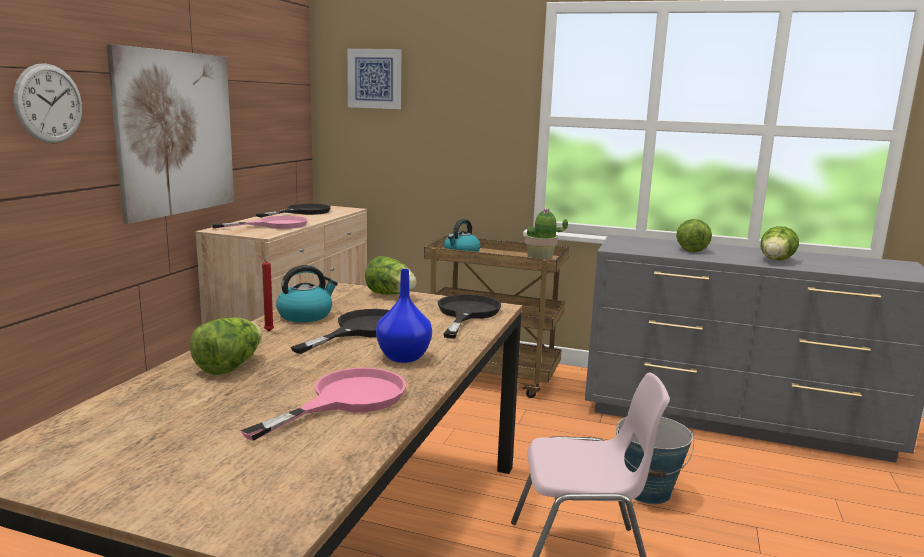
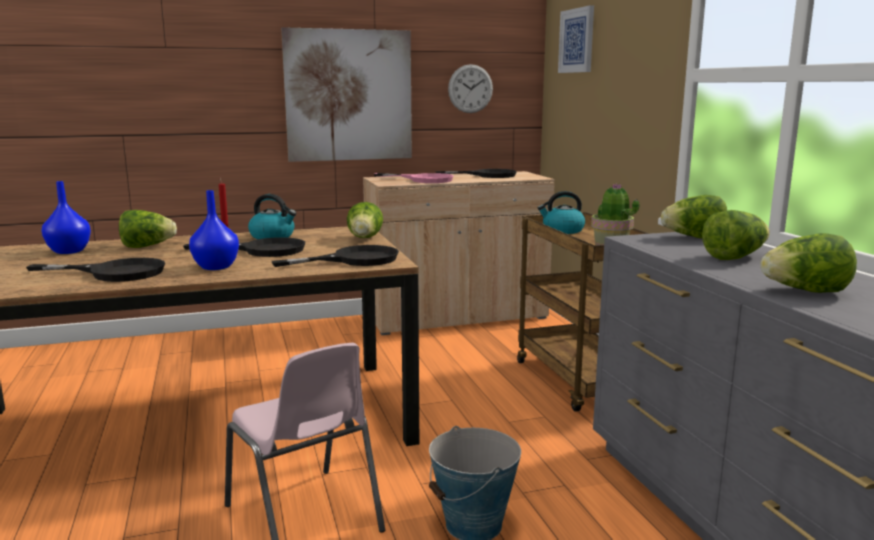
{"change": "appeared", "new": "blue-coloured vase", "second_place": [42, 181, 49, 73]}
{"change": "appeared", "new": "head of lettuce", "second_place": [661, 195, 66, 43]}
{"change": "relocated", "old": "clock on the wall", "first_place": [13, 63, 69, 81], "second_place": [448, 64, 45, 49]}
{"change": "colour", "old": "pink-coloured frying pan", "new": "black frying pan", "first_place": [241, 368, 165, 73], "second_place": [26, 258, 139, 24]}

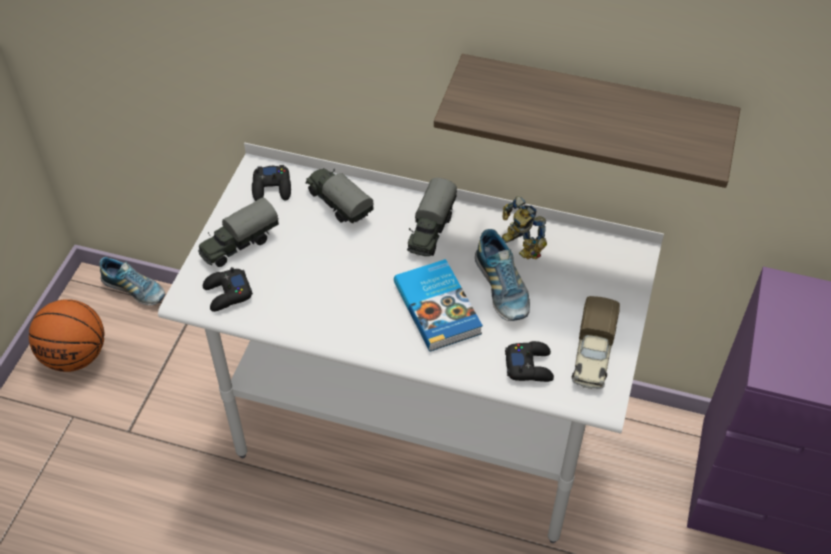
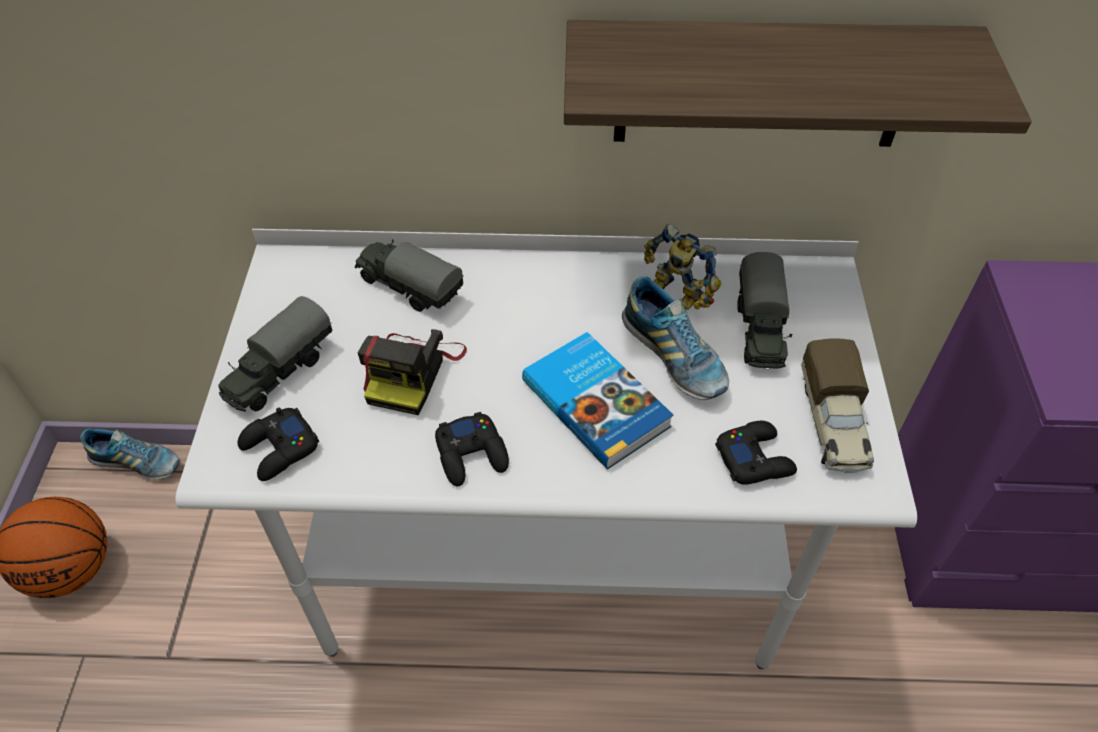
{"change": "appeared", "new": "photo camera", "second_place": [358, 329, 109, 86]}
{"change": "relocated", "old": "black game controller", "first_place": [252, 165, 39, 36], "second_place": [435, 412, 74, 74]}
{"change": "relocated", "old": "model truck", "first_place": [407, 178, 50, 78], "second_place": [737, 252, 55, 117]}

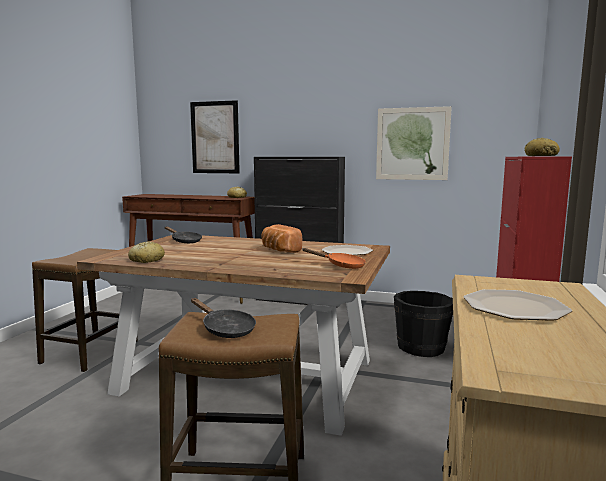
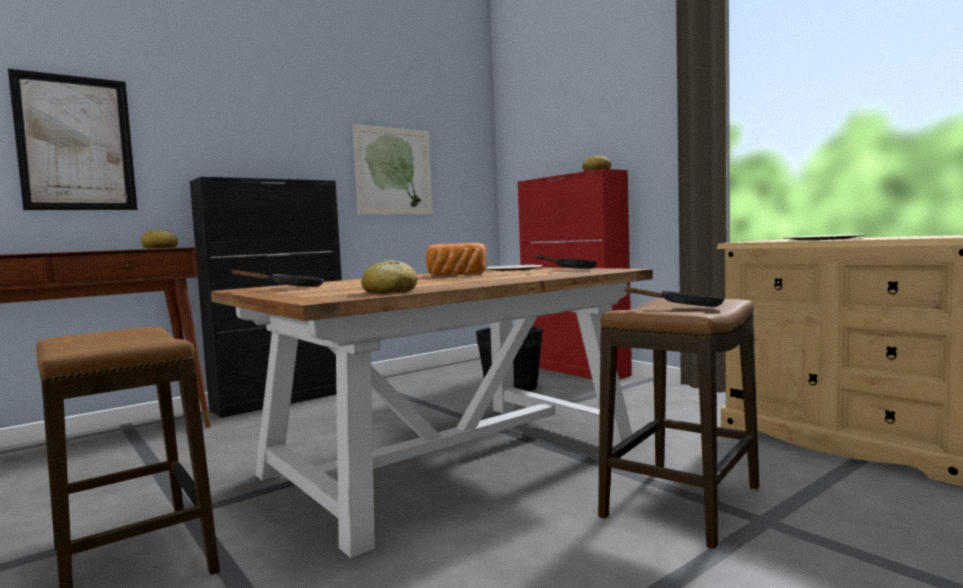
{"change": "colour", "old": "orangey frying pan", "new": "black frying pan", "first_place": [302, 248, 64, 21], "second_place": [535, 255, 63, 14]}

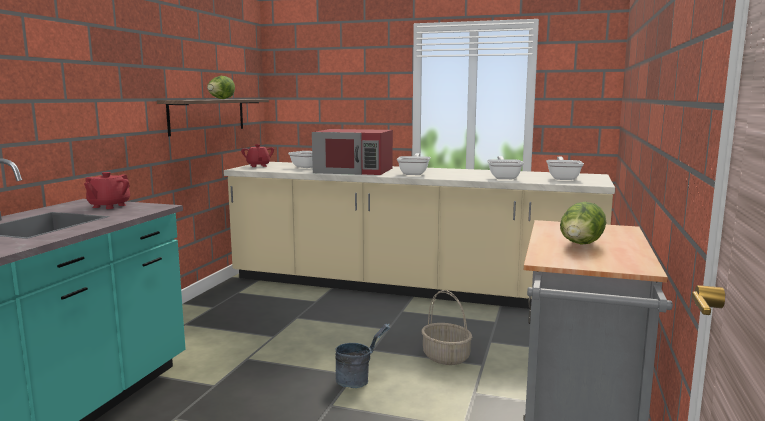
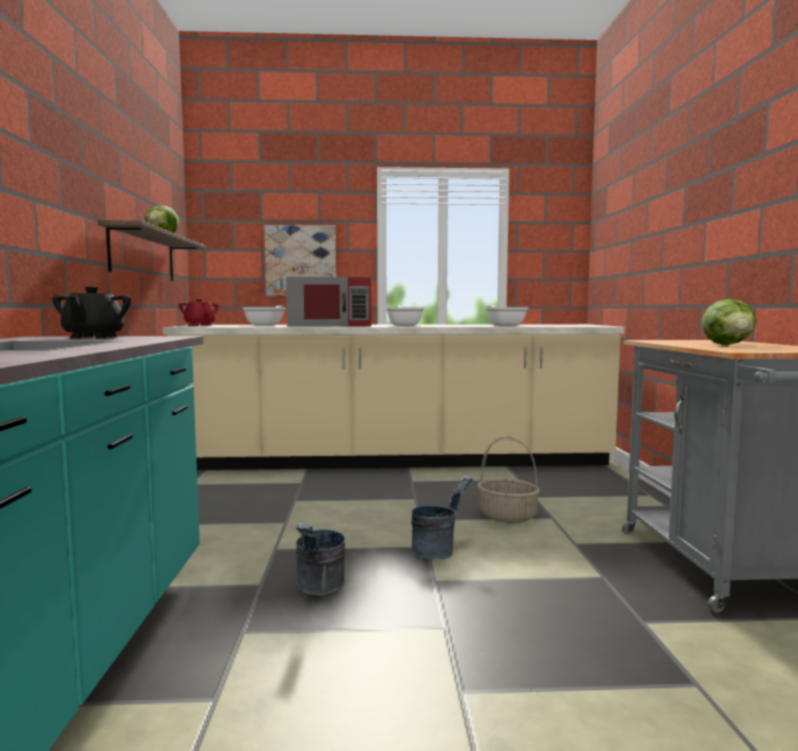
{"change": "missing", "old": "frying pan", "first_place": [546, 157, 38, 23]}
{"change": "appeared", "new": "wall picture", "second_place": [264, 225, 72, 71]}
{"change": "appeared", "new": "greyish pail", "second_place": [296, 523, 49, 73]}
{"change": "colour", "old": "red teapot", "new": "black teapot", "first_place": [84, 172, 46, 37], "second_place": [52, 286, 79, 53]}

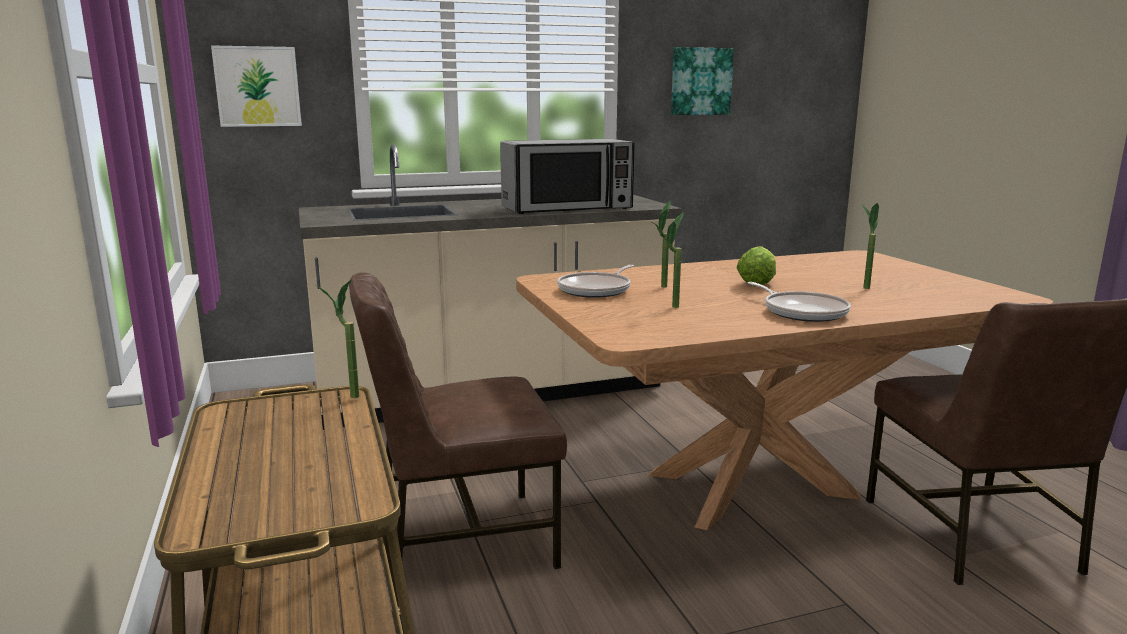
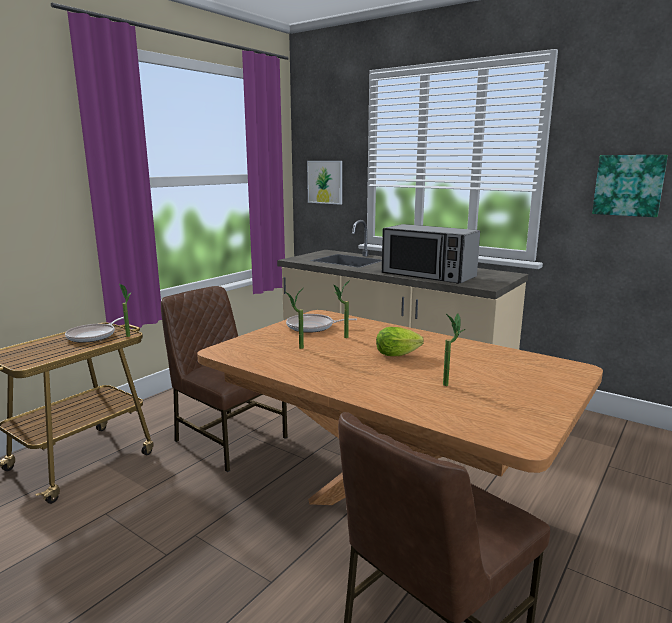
{"change": "relocated", "old": "frying pan", "first_place": [748, 282, 103, 40], "second_place": [65, 317, 59, 26]}

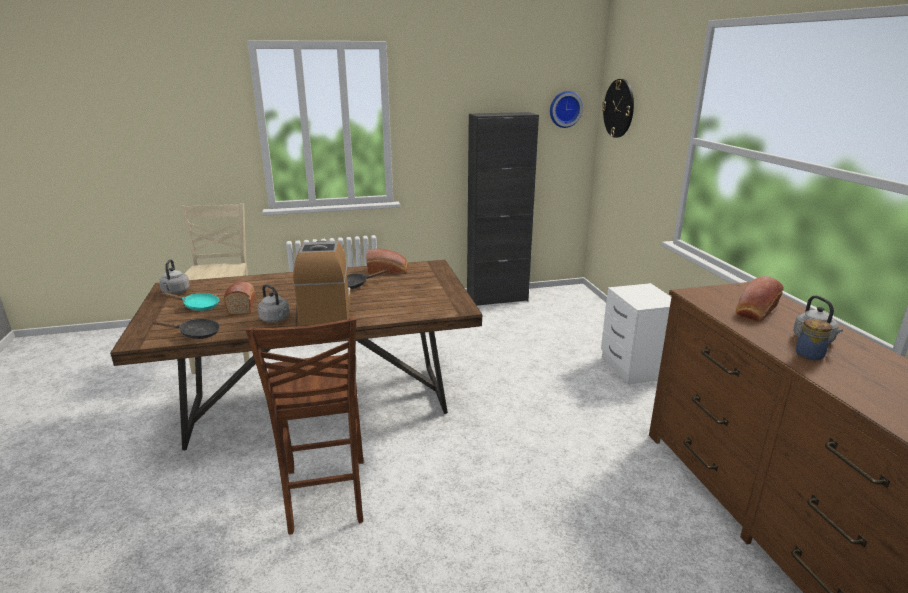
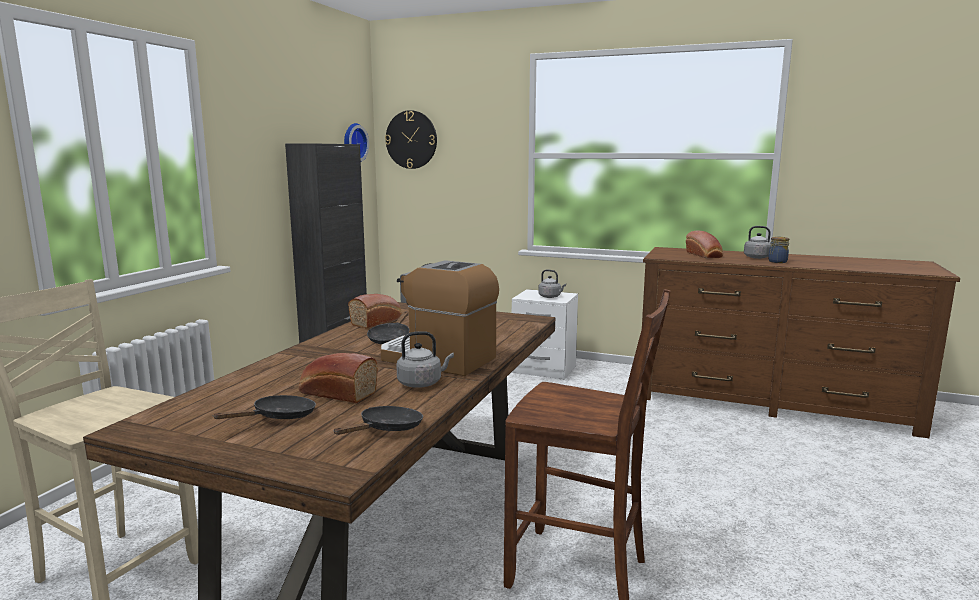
{"change": "relocated", "old": "greyish water kettle", "first_place": [159, 259, 31, 35], "second_place": [538, 270, 28, 28]}
{"change": "colour", "old": "blue-green frying pan", "new": "black frying pan", "first_place": [161, 292, 58, 19], "second_place": [214, 395, 102, 24]}

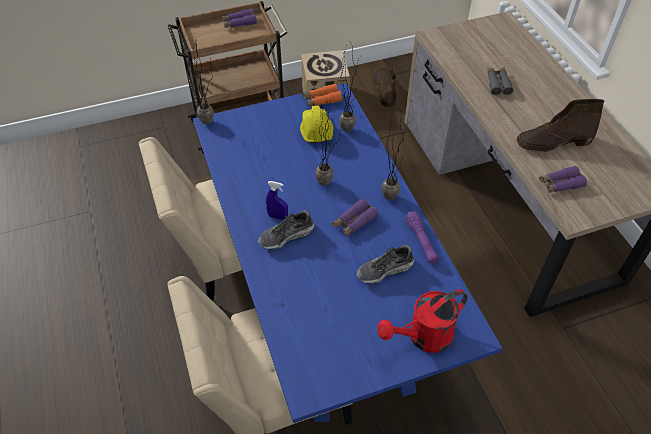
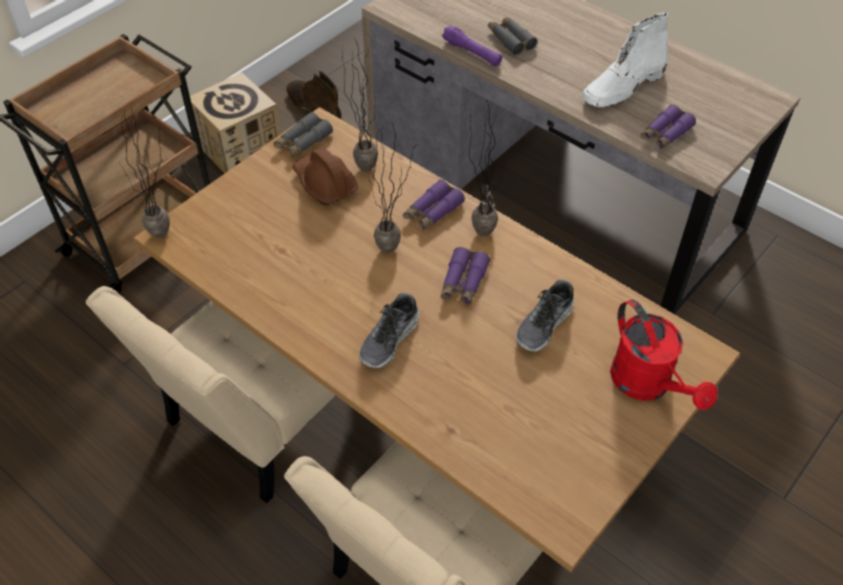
{"change": "missing", "old": "blue-coloured spray bottle", "first_place": [266, 181, 22, 39]}
{"change": "relocated", "old": "purple field glasses", "first_place": [221, 8, 36, 20], "second_place": [403, 179, 62, 51]}
{"change": "relocated", "old": "purple torch", "first_place": [405, 210, 34, 54], "second_place": [442, 25, 60, 41]}
{"change": "colour", "old": "blue-coloured kitchen table", "new": "brownish kitchen table", "first_place": [193, 83, 310, 340], "second_place": [134, 107, 606, 465]}
{"change": "colour", "old": "yellowish work helmet", "new": "brownish work helmet", "first_place": [300, 105, 34, 38], "second_place": [293, 148, 65, 57]}
{"change": "colour", "old": "orangey field glasses", "new": "greyish field glasses", "first_place": [302, 84, 40, 23], "second_place": [273, 112, 60, 45]}
{"change": "colour", "old": "brownish tall boot", "new": "white tall boot", "first_place": [517, 99, 87, 53], "second_place": [582, 12, 86, 95]}
{"change": "spun", "old": "red watering can", "first_place": [377, 289, 91, 64], "second_place": [610, 299, 108, 111], "degrees": -60}

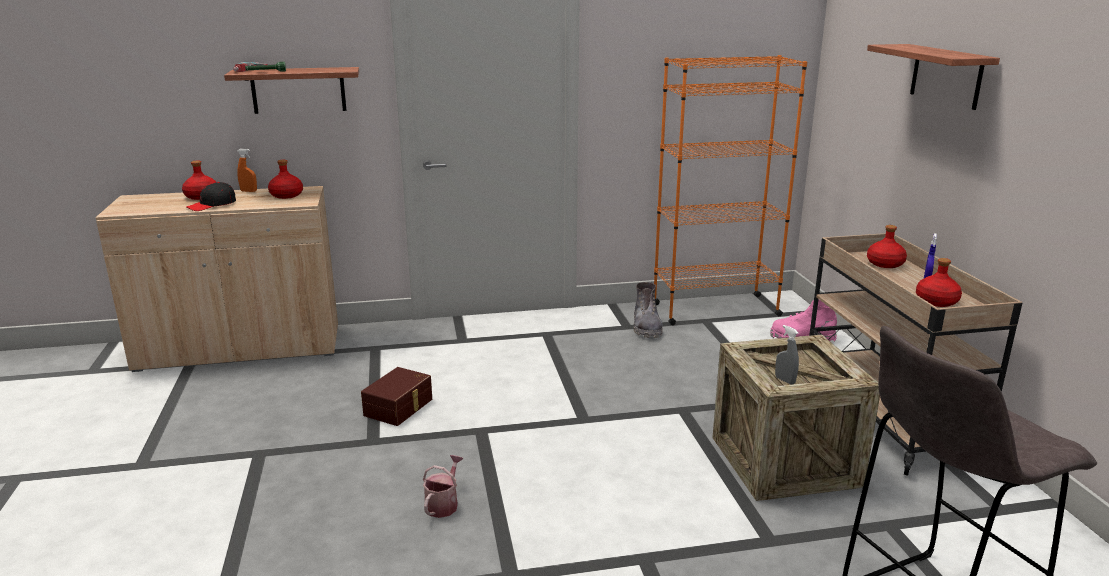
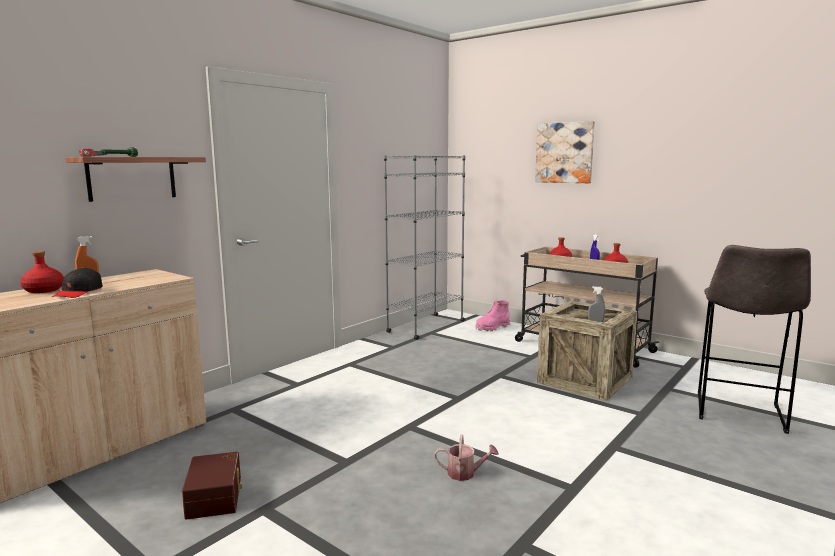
{"change": "missing", "old": "red drink bottle", "first_place": [268, 160, 35, 39]}
{"change": "missing", "old": "greyish tall boot", "first_place": [634, 282, 29, 56]}
{"change": "relocated", "old": "brownish storage container", "first_place": [361, 367, 71, 59], "second_place": [182, 452, 60, 68]}
{"change": "exchanged", "old": "wall shelf", "new": "wall picture", "first_place": [867, 44, 133, 66], "second_place": [535, 121, 60, 62]}
{"change": "colour", "old": "orangey shelving unit", "new": "greyish shelving unit", "first_place": [654, 55, 153, 270], "second_place": [384, 155, 81, 185]}
{"change": "spun", "old": "watering can", "first_place": [423, 455, 40, 63], "second_place": [435, 435, 64, 46], "degrees": 120}

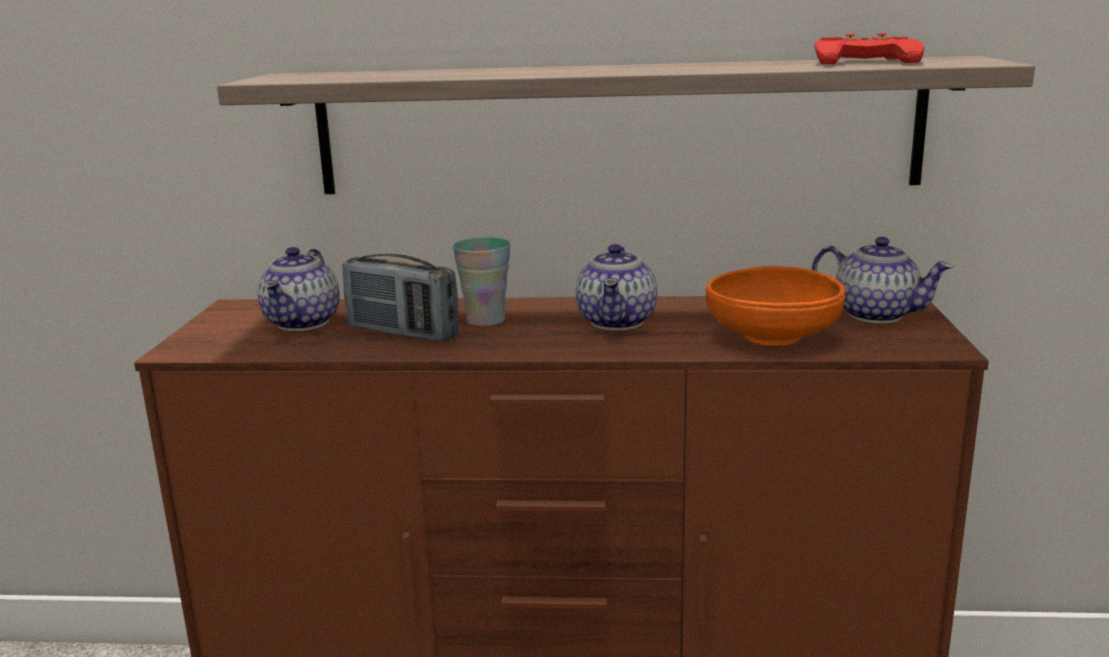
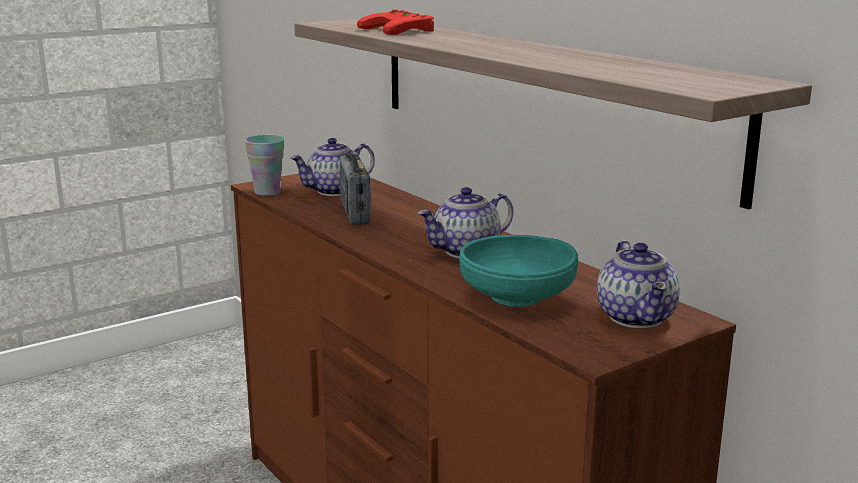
{"change": "relocated", "old": "drinking cup", "first_place": [453, 238, 57, 88], "second_place": [245, 135, 39, 61]}
{"change": "relocated", "old": "red game controller", "first_place": [814, 33, 110, 31], "second_place": [357, 9, 77, 26]}
{"change": "colour", "old": "orangey serving bowl", "new": "blue-green serving bowl", "first_place": [706, 266, 139, 80], "second_place": [459, 235, 119, 72]}

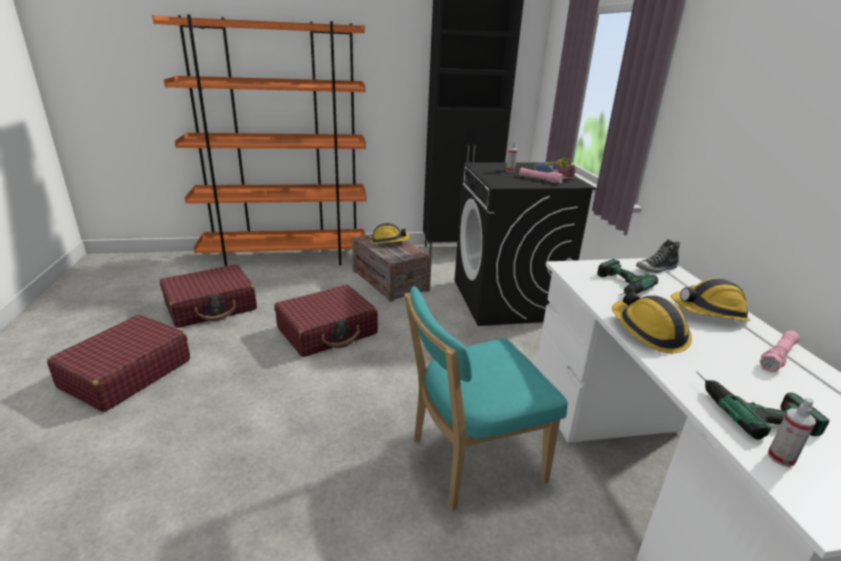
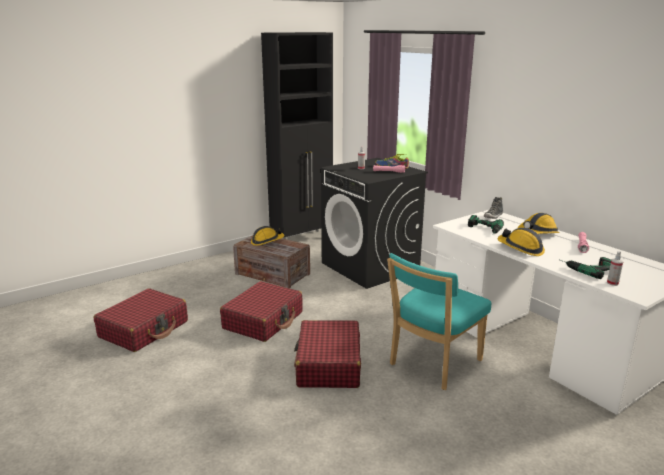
{"change": "missing", "old": "orangey shelving unit", "first_place": [152, 14, 215, 252]}
{"change": "relocated", "old": "red piece of luggage", "first_place": [47, 315, 143, 97], "second_place": [294, 320, 67, 68]}

